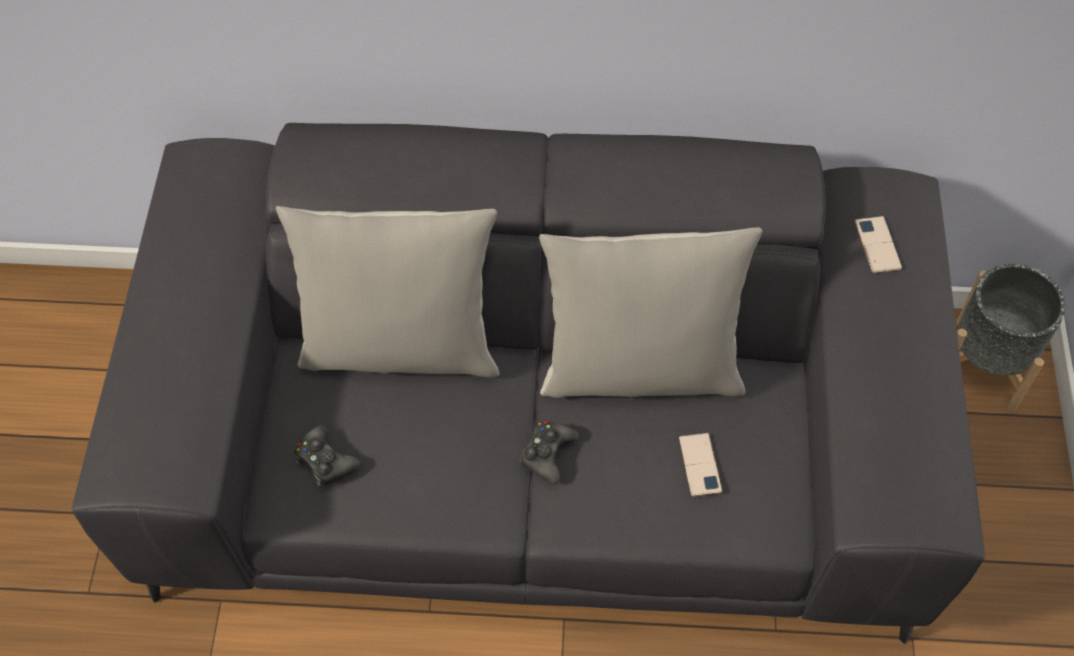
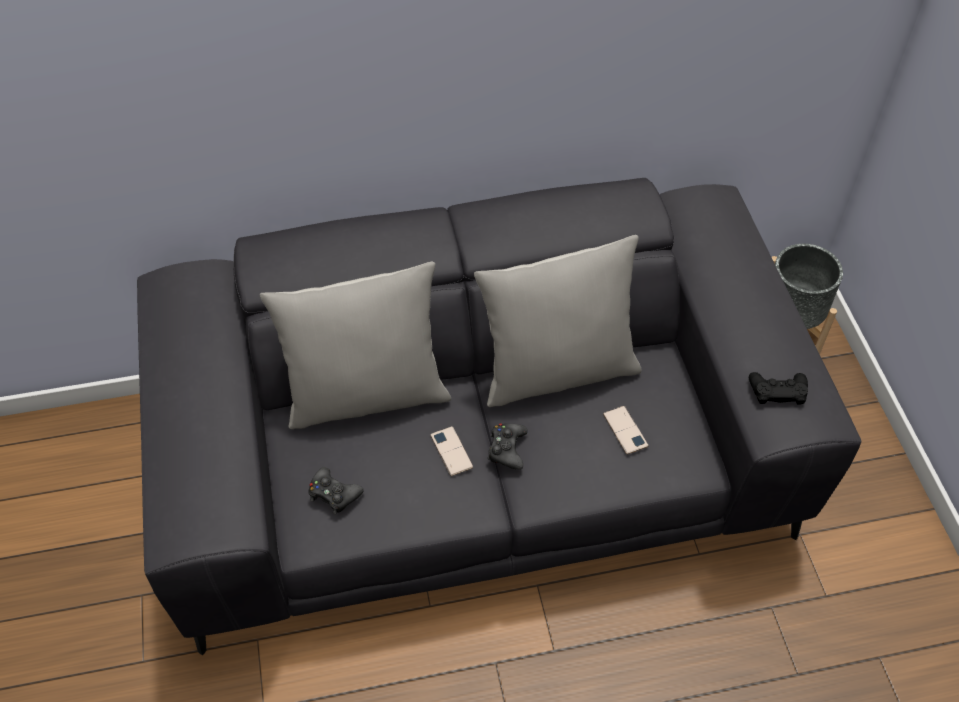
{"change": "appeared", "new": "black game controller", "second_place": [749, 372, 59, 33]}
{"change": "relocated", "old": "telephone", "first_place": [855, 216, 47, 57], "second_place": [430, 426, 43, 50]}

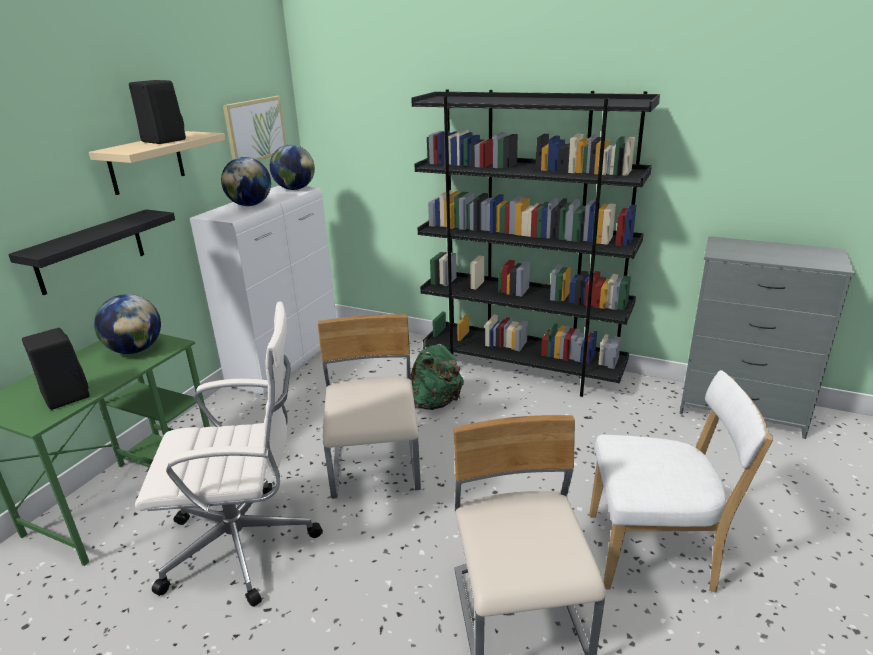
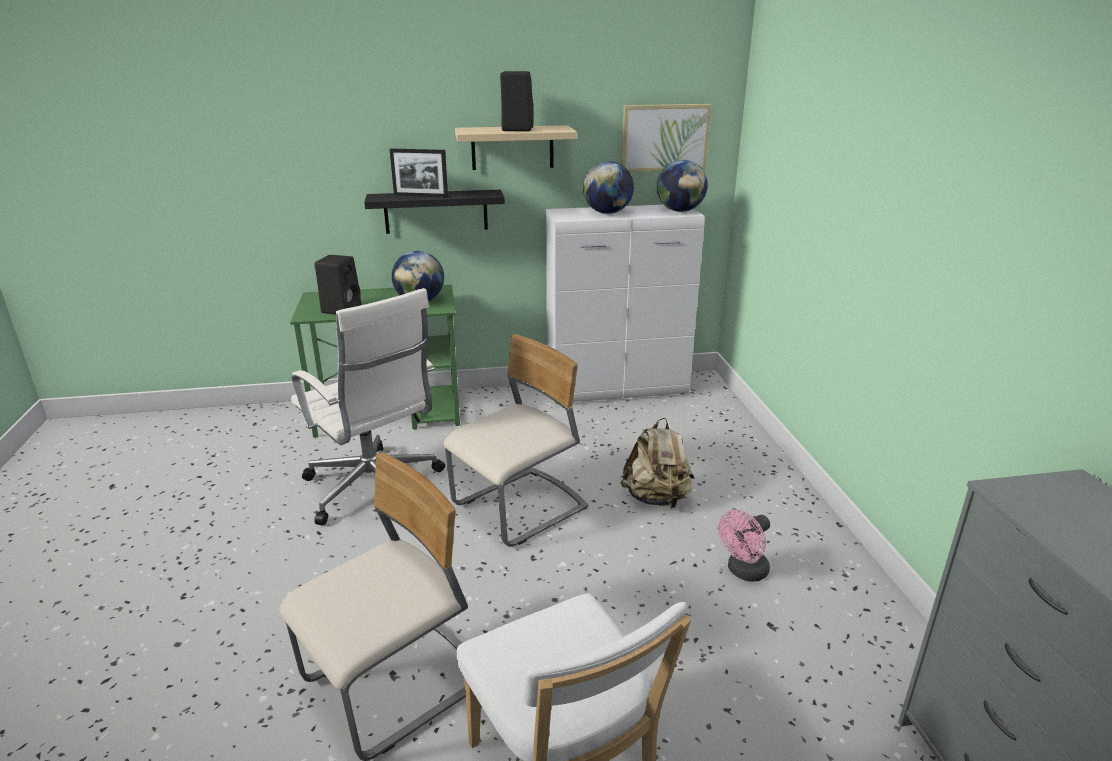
{"change": "missing", "old": "black shelving unit", "first_place": [411, 89, 249, 308]}
{"change": "appeared", "new": "photo frame", "second_place": [390, 149, 58, 48]}
{"change": "appeared", "new": "pink-coloured cooling fan", "second_place": [718, 509, 52, 73]}
{"change": "colour", "old": "green-coloured rucksack", "new": "sand-coloured rucksack", "first_place": [411, 339, 53, 71], "second_place": [620, 418, 74, 91]}

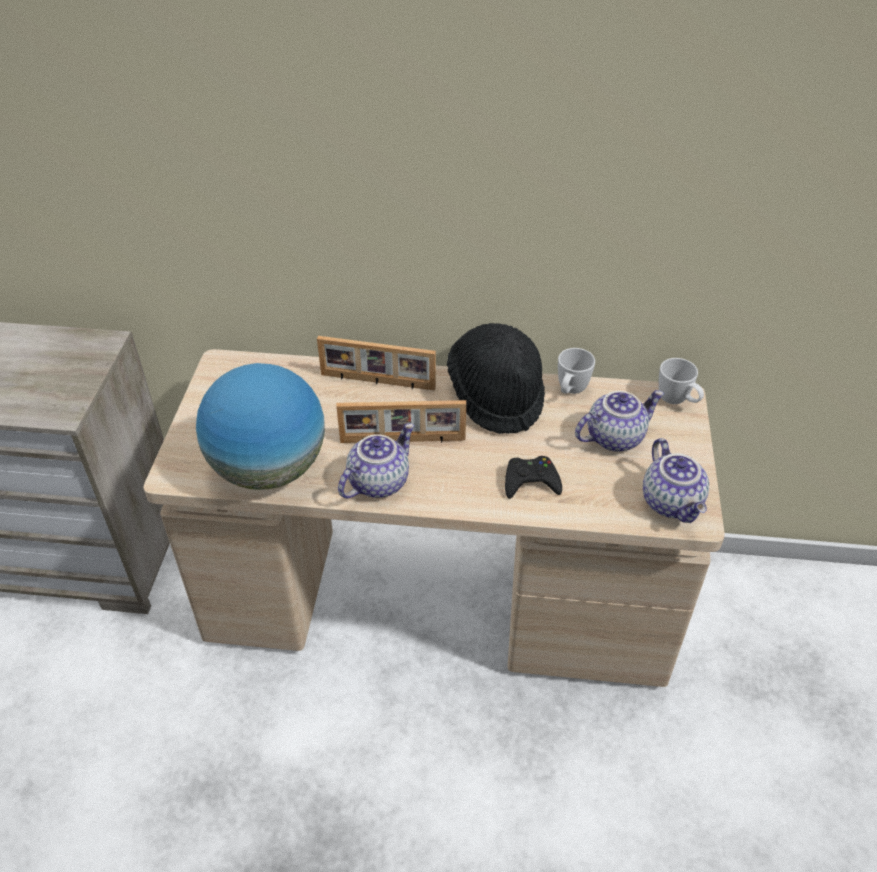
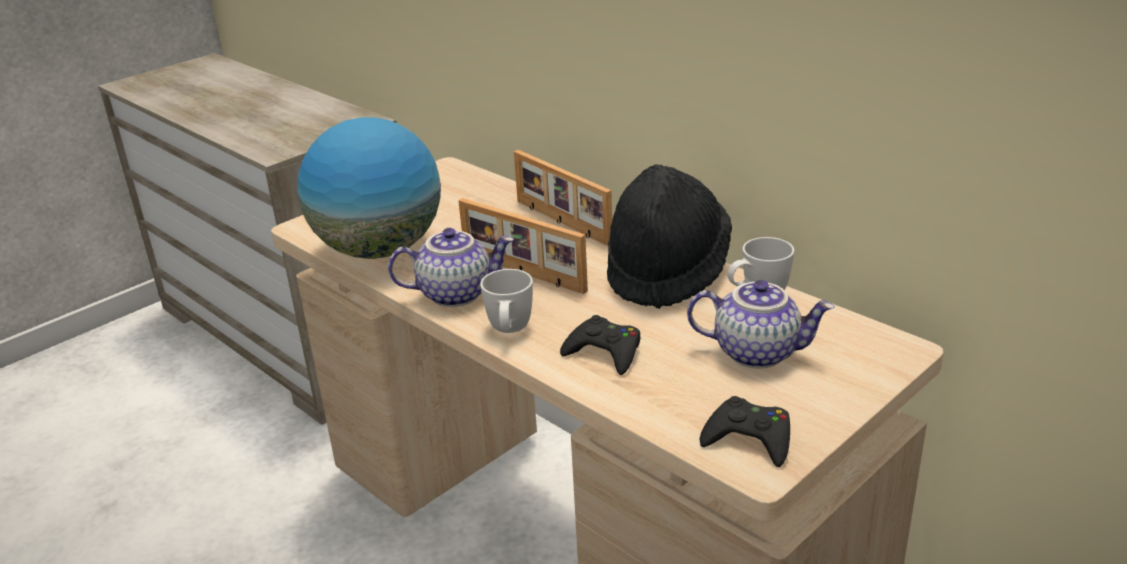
{"change": "relocated", "old": "white mug", "first_place": [658, 358, 46, 46], "second_place": [480, 269, 53, 64]}
{"change": "exchanged", "old": "teapot", "new": "black game controller", "first_place": [643, 438, 66, 85], "second_place": [699, 396, 91, 71]}

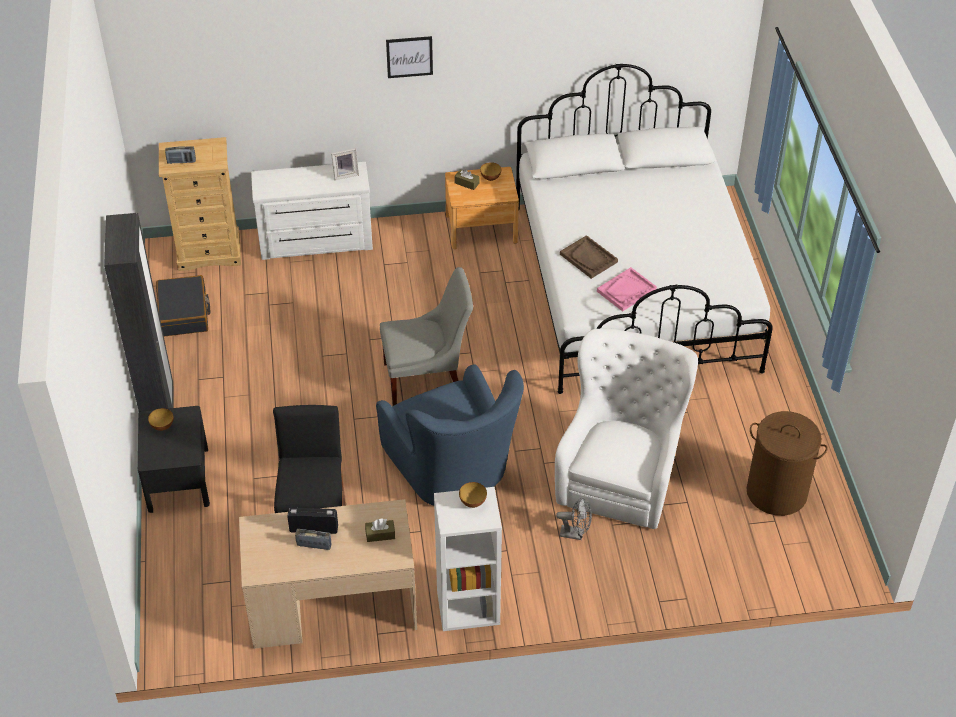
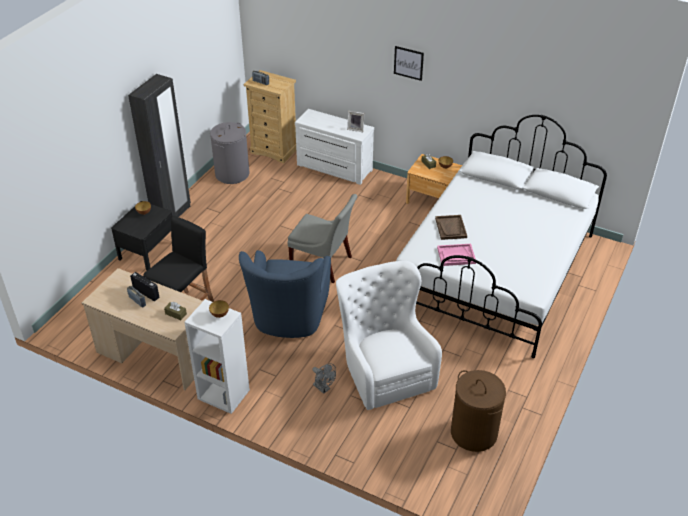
{"change": "exchanged", "old": "black piece of luggage", "new": "greyish hamper", "first_place": [156, 275, 54, 61], "second_place": [210, 122, 40, 62]}
{"change": "spun", "old": "white easy chair", "first_place": [555, 329, 143, 200], "second_place": [336, 261, 106, 149], "degrees": -75}

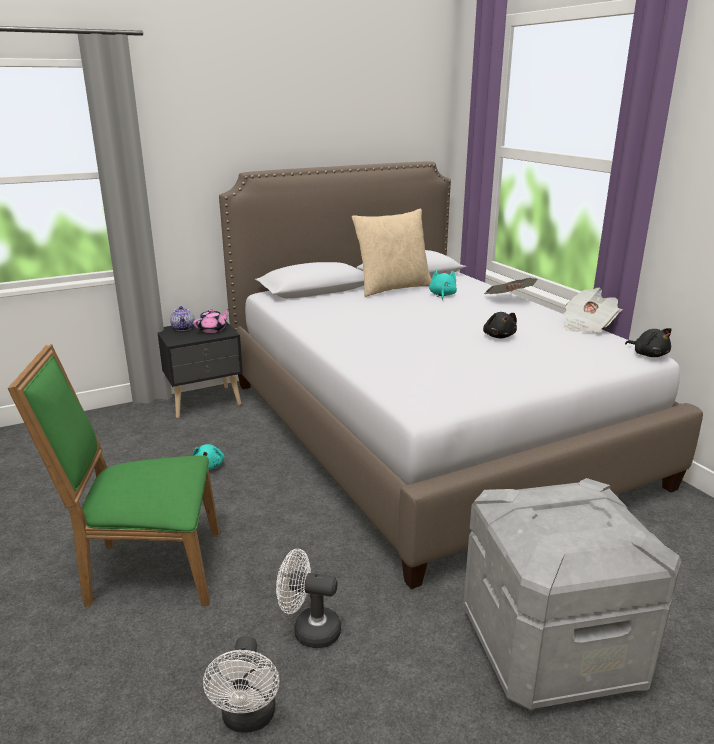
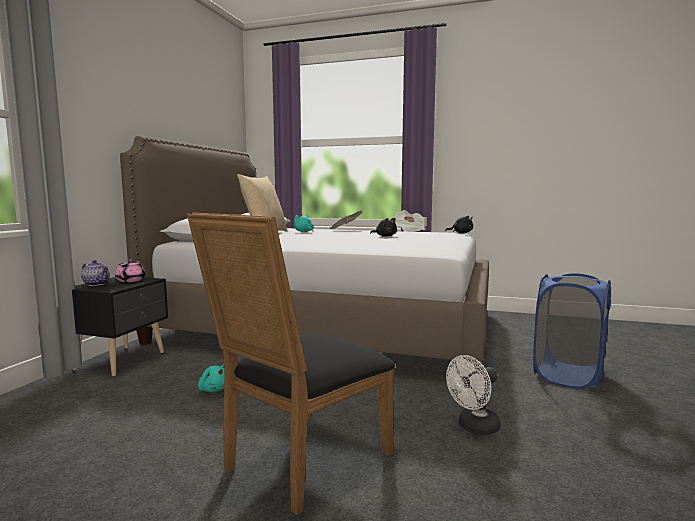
{"change": "missing", "old": "white cooling fan", "first_place": [203, 636, 77, 97]}
{"change": "exchanged", "old": "greyish storage container", "new": "blue-coloured hamper", "first_place": [463, 478, 218, 233], "second_place": [533, 273, 78, 116]}
{"change": "colour", "old": "green-coloured plain chair", "new": "black plain chair", "first_place": [8, 344, 211, 263], "second_place": [187, 213, 208, 302]}

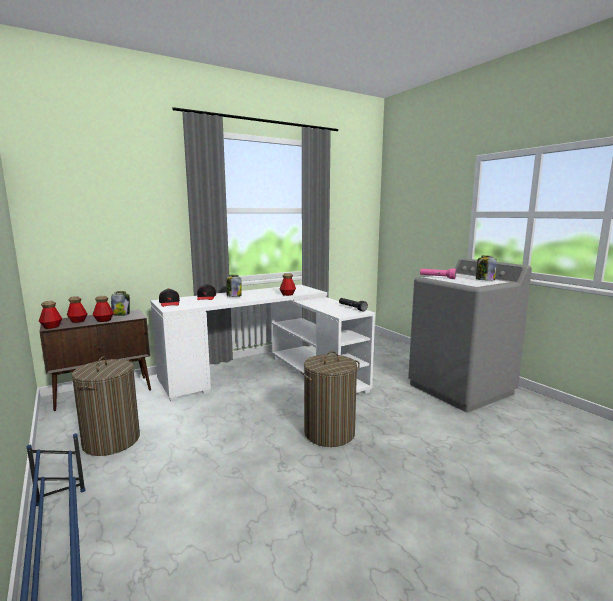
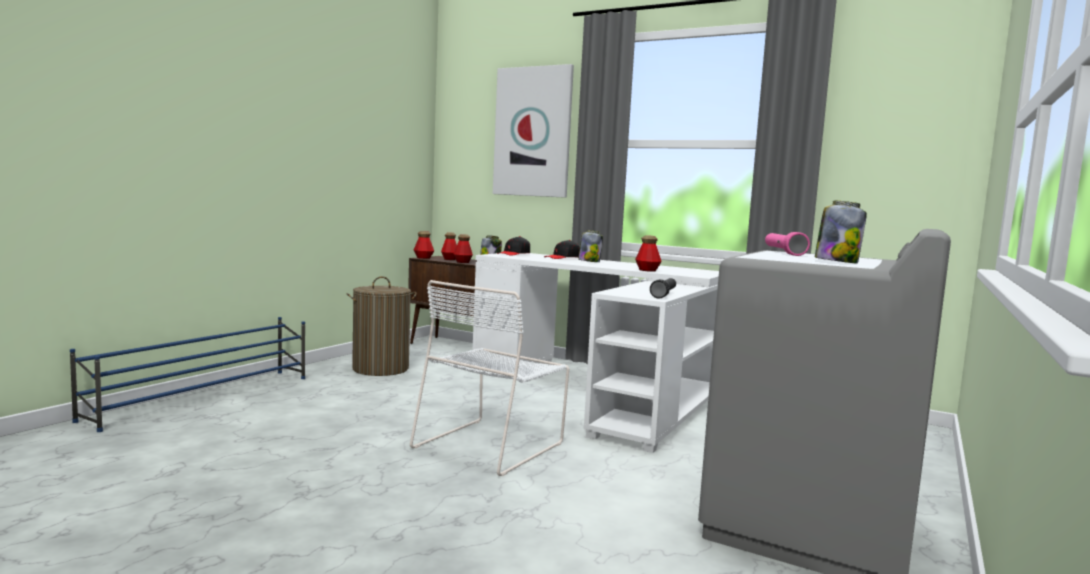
{"change": "appeared", "new": "wall picture", "second_place": [493, 64, 81, 134]}
{"change": "exchanged", "old": "hamper", "new": "white plain chair", "first_place": [300, 351, 60, 96], "second_place": [410, 280, 159, 196]}

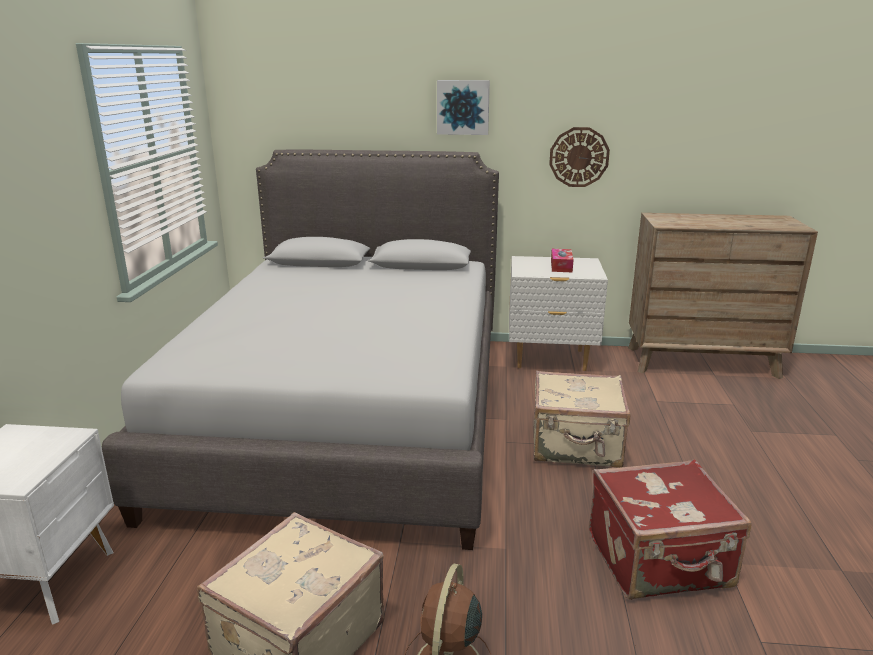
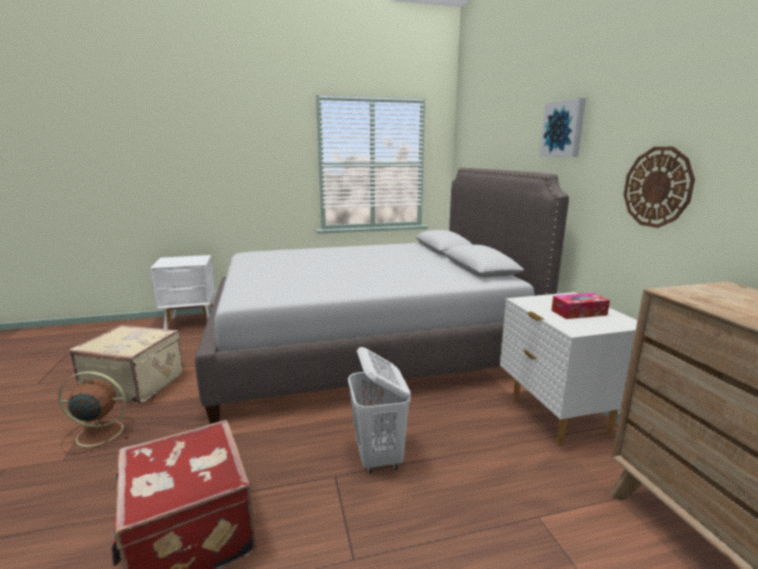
{"change": "exchanged", "old": "sand-coloured piece of luggage", "new": "white hamper", "first_place": [534, 371, 96, 97], "second_place": [348, 347, 63, 127]}

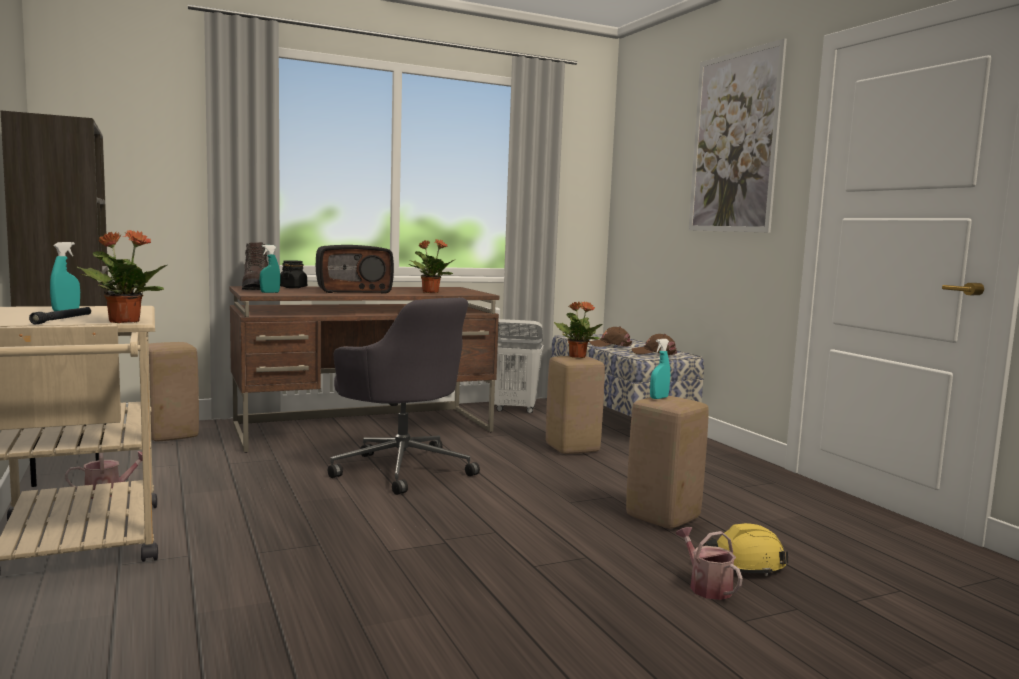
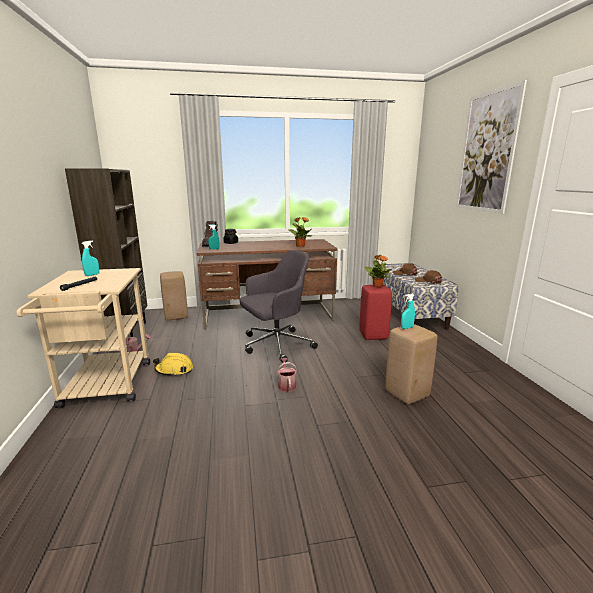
{"change": "missing", "old": "potted plant", "first_place": [77, 230, 90, 93]}
{"change": "missing", "old": "radio receiver", "first_place": [316, 245, 78, 48]}
{"change": "missing", "old": "white hamper", "first_place": [494, 319, 50, 94]}
{"change": "relocated", "old": "watering can", "first_place": [676, 527, 67, 73], "second_place": [277, 358, 20, 34]}
{"change": "relocated", "old": "yellowish work helmet", "first_place": [703, 523, 86, 53], "second_place": [153, 353, 40, 23]}
{"change": "colour", "old": "sand-coloured stool", "new": "red stool", "first_place": [546, 356, 59, 98], "second_place": [360, 285, 32, 55]}
{"change": "spun", "old": "greyish computer chair", "first_place": [328, 298, 152, 197], "second_place": [240, 250, 78, 112], "degrees": -90}

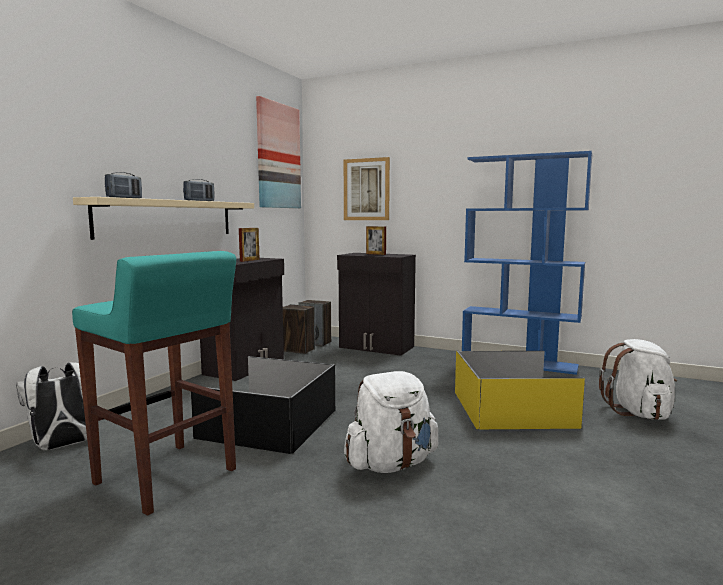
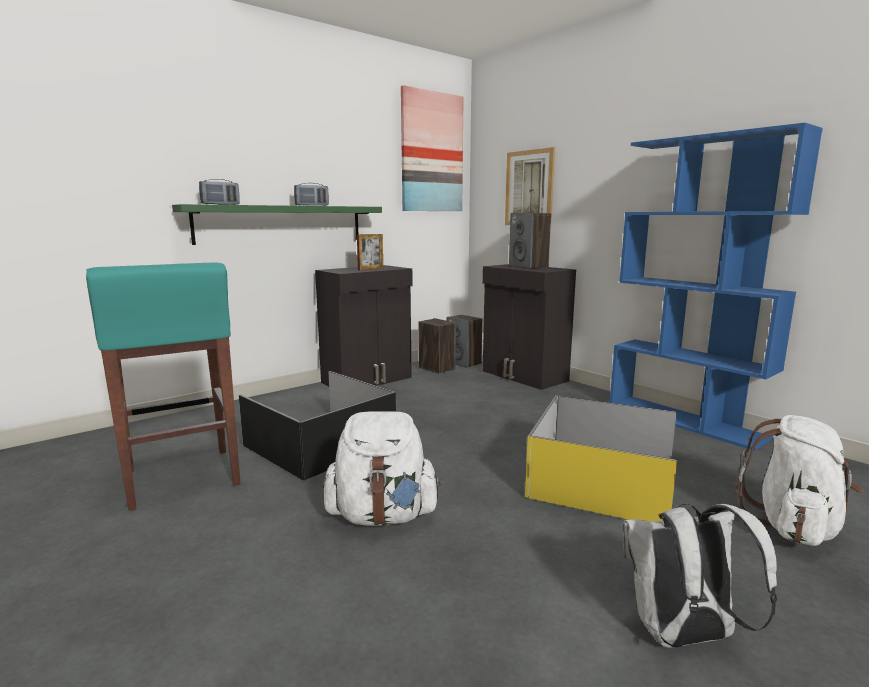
{"change": "relocated", "old": "white rucksack", "first_place": [16, 362, 71, 88], "second_place": [622, 504, 155, 144]}
{"change": "exchanged", "old": "photo frame", "new": "audio speaker", "first_place": [366, 226, 20, 29], "second_place": [509, 213, 42, 56]}
{"change": "colour", "old": "sand-coloured wall shelf", "new": "green-coloured wall shelf", "first_place": [73, 197, 181, 43], "second_place": [172, 204, 210, 41]}

